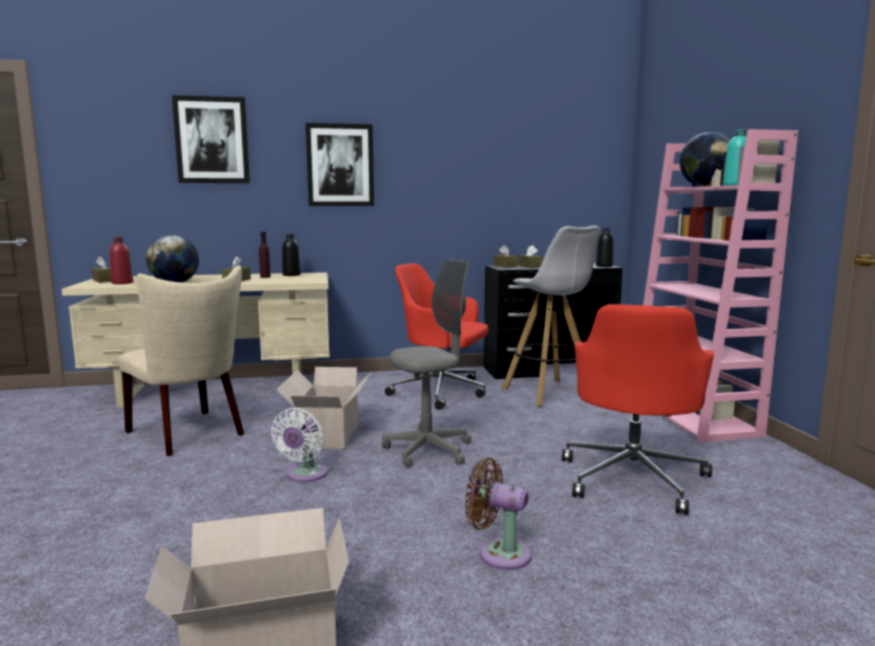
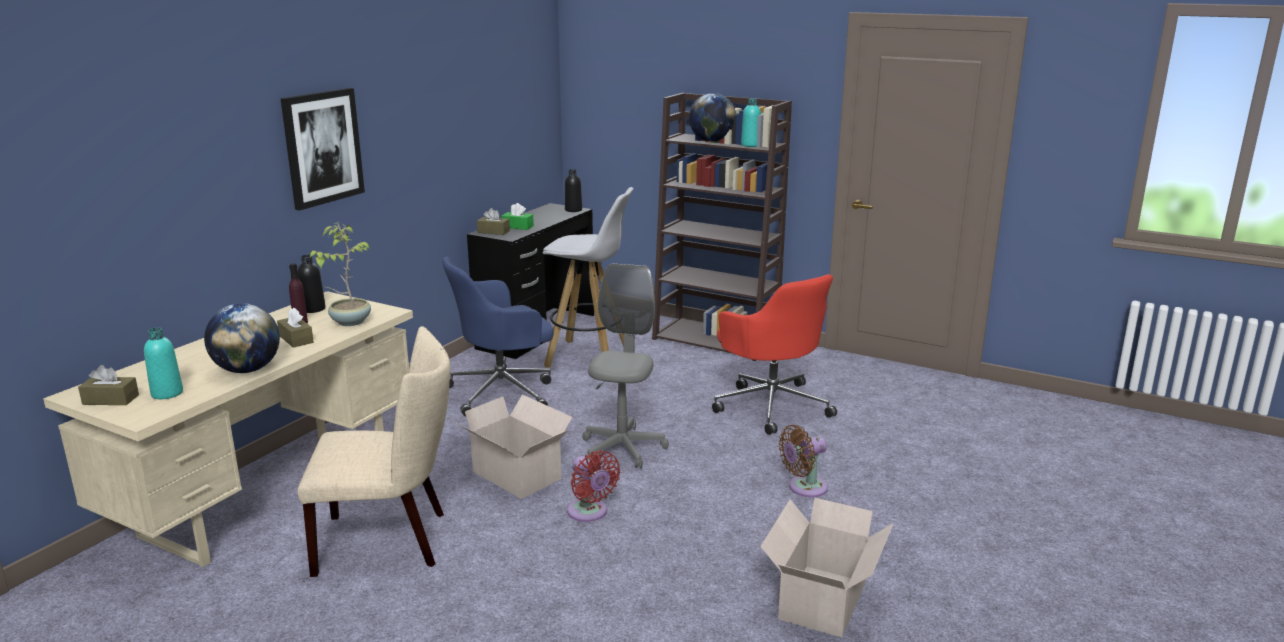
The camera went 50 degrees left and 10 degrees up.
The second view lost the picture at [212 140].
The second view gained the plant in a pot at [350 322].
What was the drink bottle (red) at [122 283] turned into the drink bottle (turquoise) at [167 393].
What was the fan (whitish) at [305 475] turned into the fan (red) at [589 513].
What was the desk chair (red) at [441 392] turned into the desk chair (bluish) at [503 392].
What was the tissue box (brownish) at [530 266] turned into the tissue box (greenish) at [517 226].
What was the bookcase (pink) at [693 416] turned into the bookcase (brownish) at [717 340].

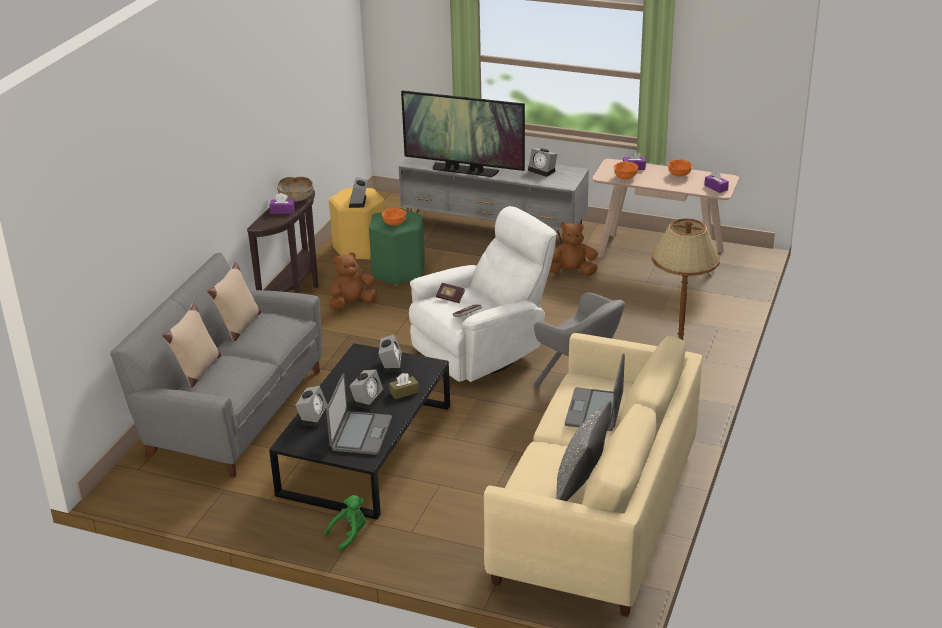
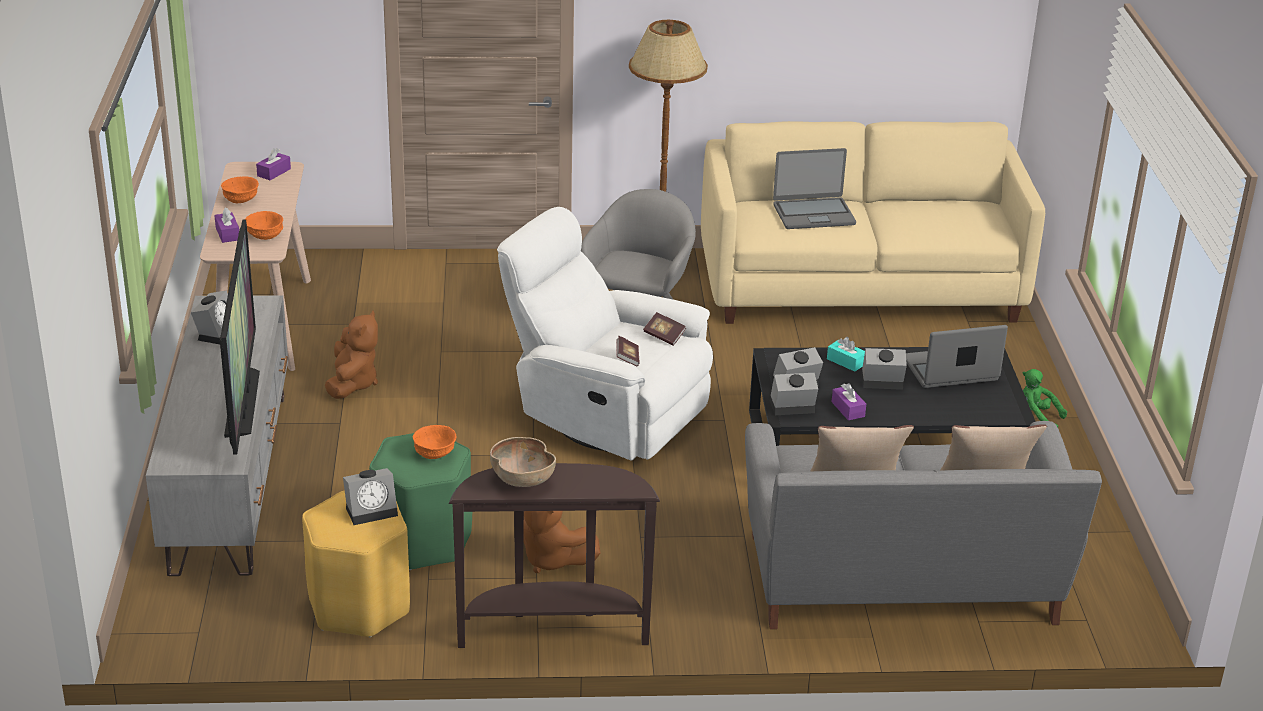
The camera went 115 degrees left and 0 degrees up.
The second view lost the throw pillow (grey) at [581 482].
The tissue box (purple) ended up elsewhere, having gone from [282 211] to [848 409].
The alarm clock ended up elsewhere, having gone from [314 416] to [791 408].
What was the tissue box (brownish) at [404 392] turned into the tissue box (turquoise) at [846 362].
The soft toy (brownish) at [571 272] ended up facing another way, 150 degrees counterclockwise from before.

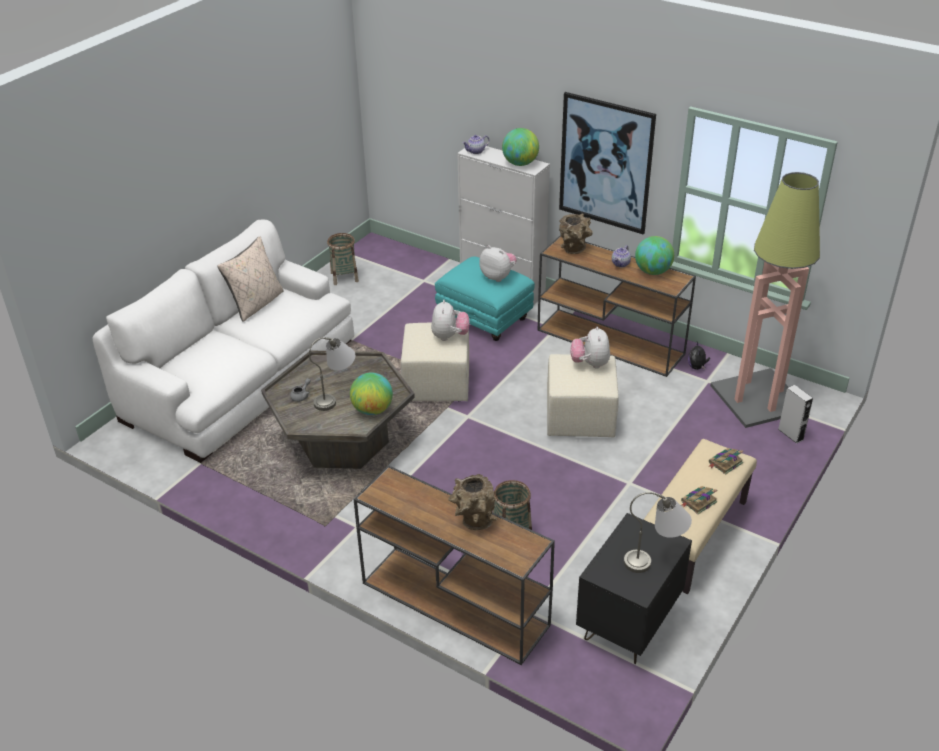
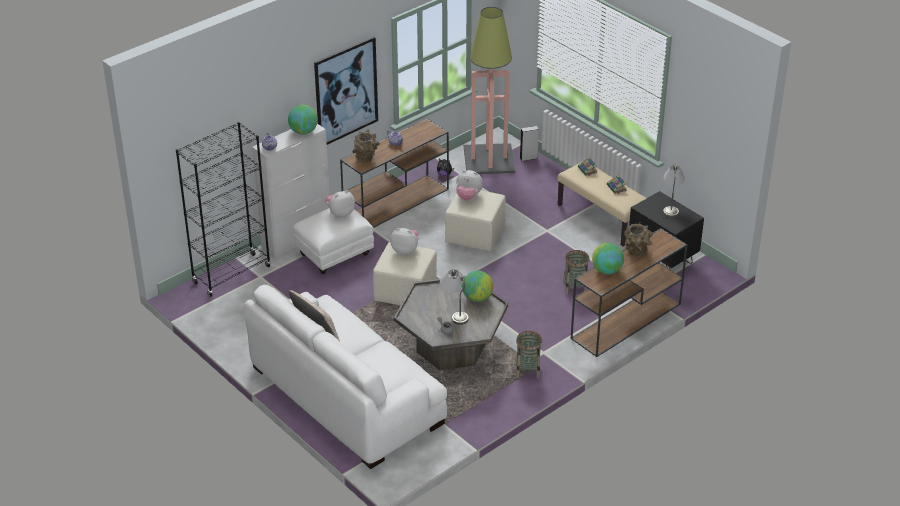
The camera went 75 degrees left and 0 degrees up.
The second view gained the bookcase (black-coloured) at [232 275].
The basket ended up elsewhere, having gone from [344 277] to [527 370].
The world globe ended up elsewhere, having gone from [652 271] to [607 271].
What was the ottoman (turquoise) at [484 319] turned into the ottoman (whitish) at [334 255].

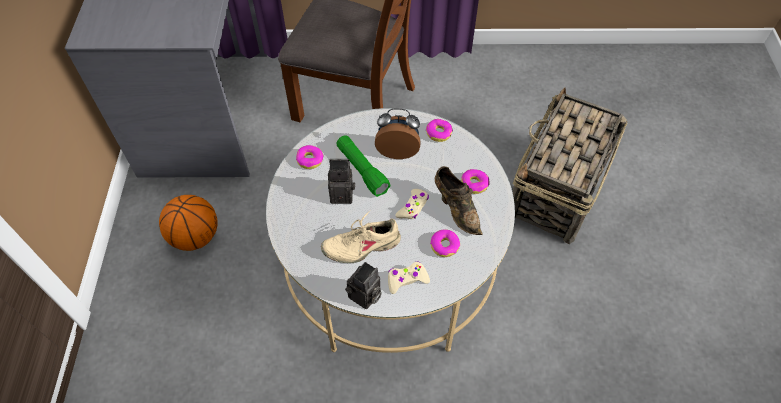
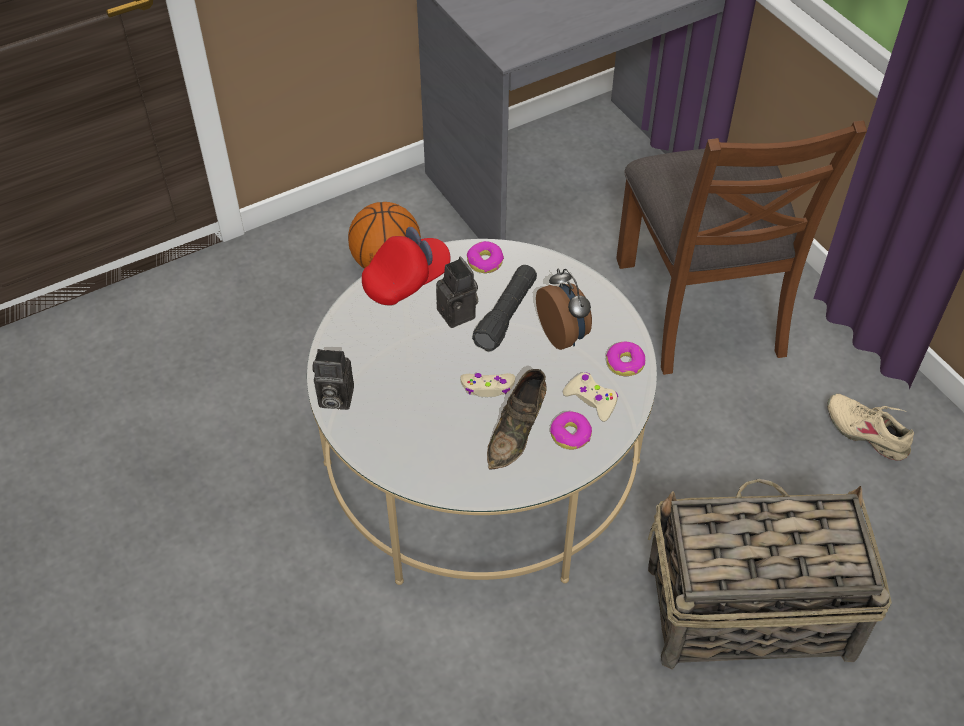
The camera went 60 degrees right and 5 degrees down.
The second view lost the ring doughnut at [444 245].
The second view gained the peaked cap (red) at [406 281].
The item of footwear (beige) ended up elsewhere, having gone from [361 245] to [866 432].
The gamepad (beige) ended up elsewhere, having gone from [407 279] to [591 400].
What was the torch (greenish) at [362 170] turned into the torch (black-coloured) at [506 315].

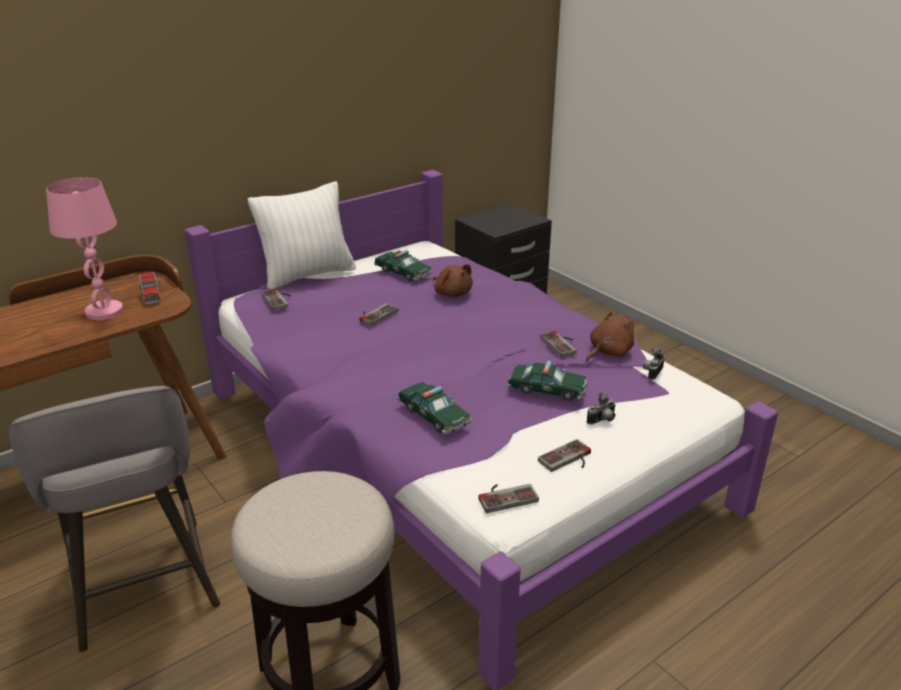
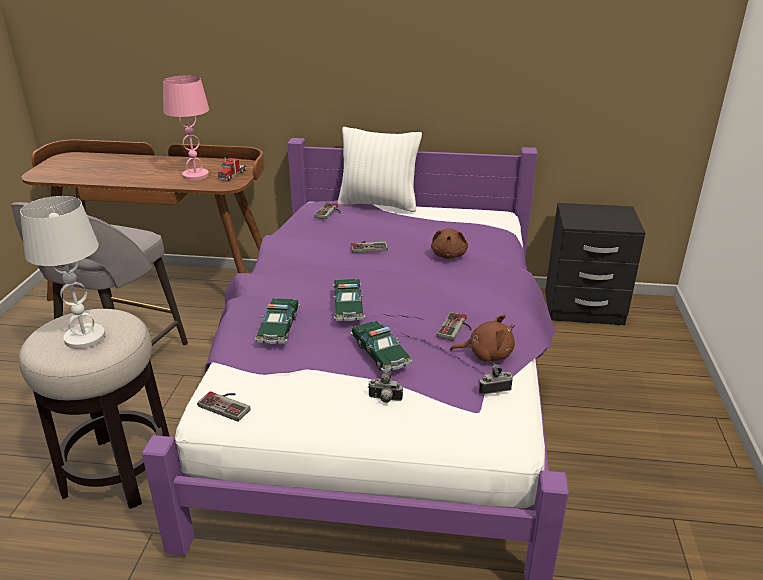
The camera went 45 degrees right and 0 degrees up.
The second view lost the gamepad at [568 460].
The second view gained the lamp for a table (whitish) at [84 338].
The toy car ended up elsewhere, having gone from [403 272] to [348 306].

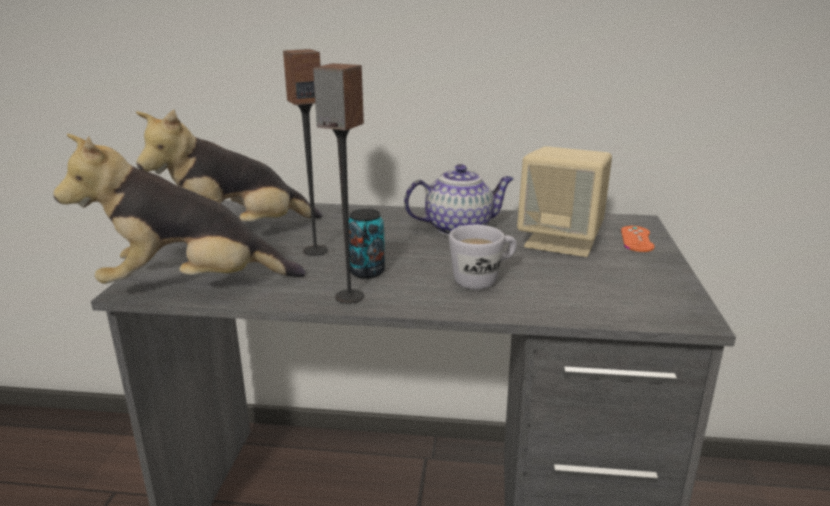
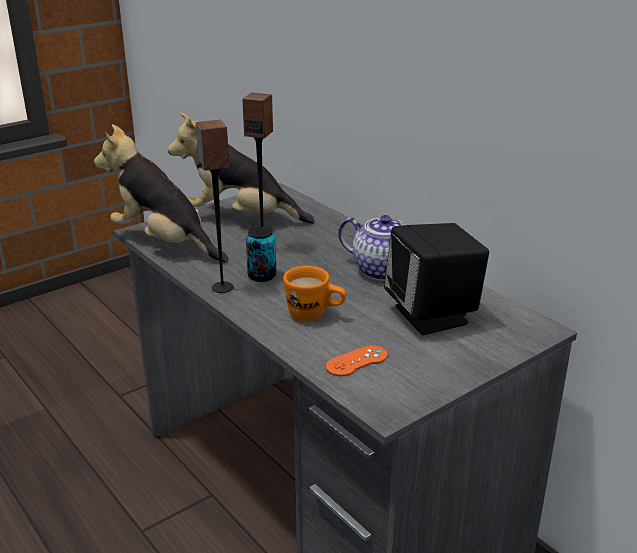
The camera went 45 degrees right and 5 degrees up.
The gamepad (orangey) ended up elsewhere, having gone from [637 239] to [356 361].
What was the coffee mug (whitish) at [483 280] turned into the coffee mug (orangey) at [315 315].
What was the loudspeaker (beige) at [561 242] turned into the loudspeaker (black-coloured) at [432 315].

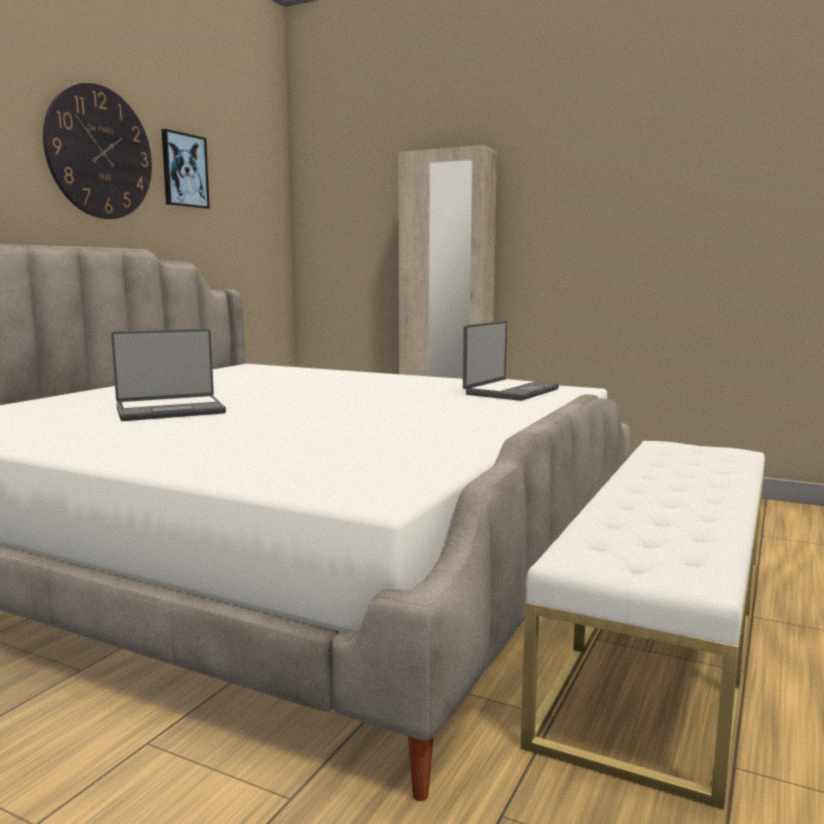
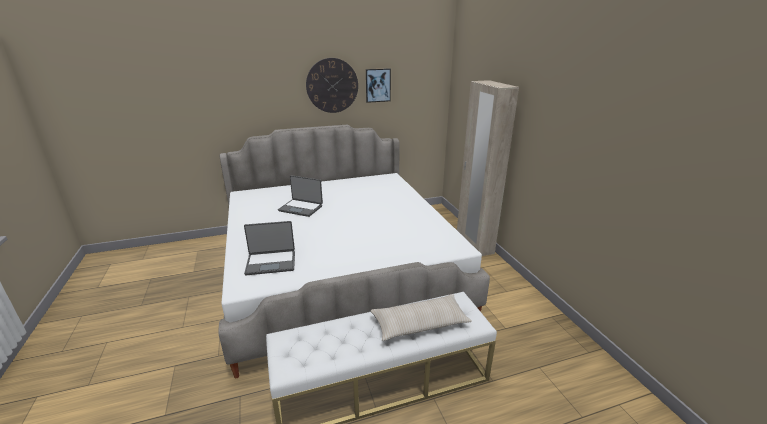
The camera went 45 degrees right and 15 degrees up.
The second view gained the throw pillow (beige) at [420 324].
The notebook computer ended up elsewhere, having gone from [509 392] to [271 262].

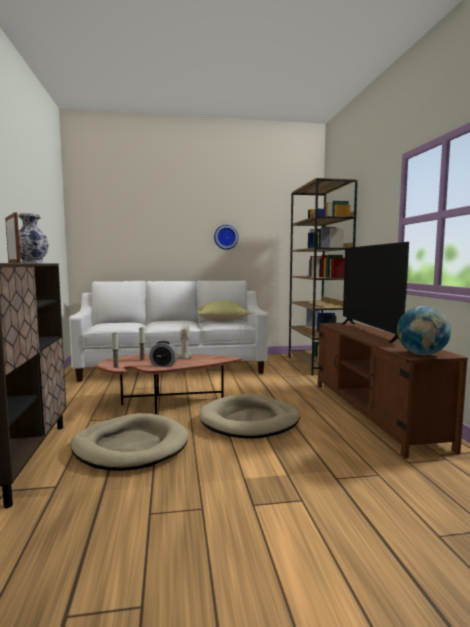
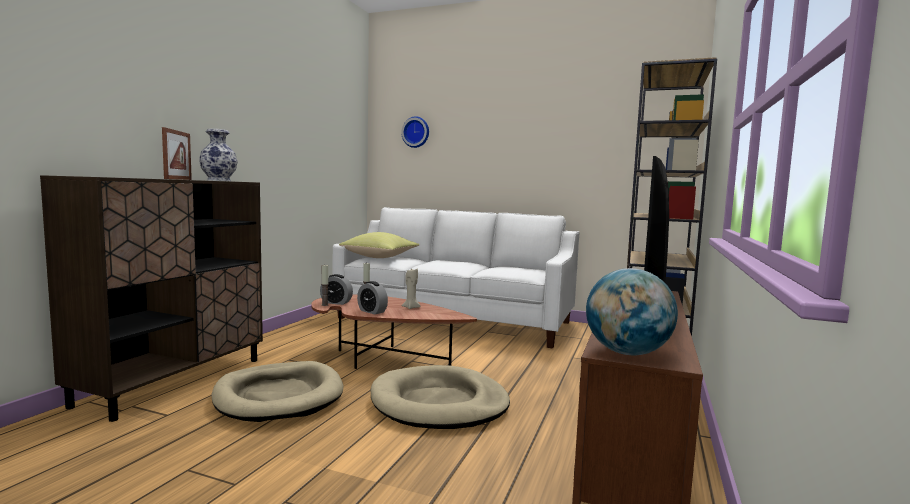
The camera went 30 degrees right and 0 degrees up.
The second view gained the alarm clock at [336 302].
The throw pillow (yellowish) ended up elsewhere, having gone from [223 321] to [380 257].
The wall clock ended up elsewhere, having gone from [225 237] to [416 132].

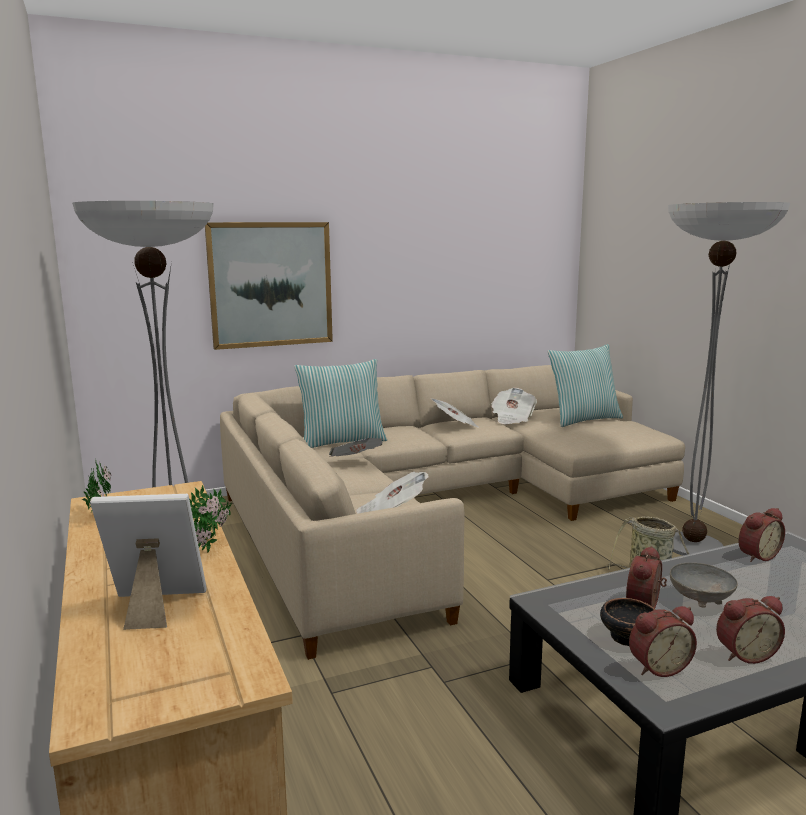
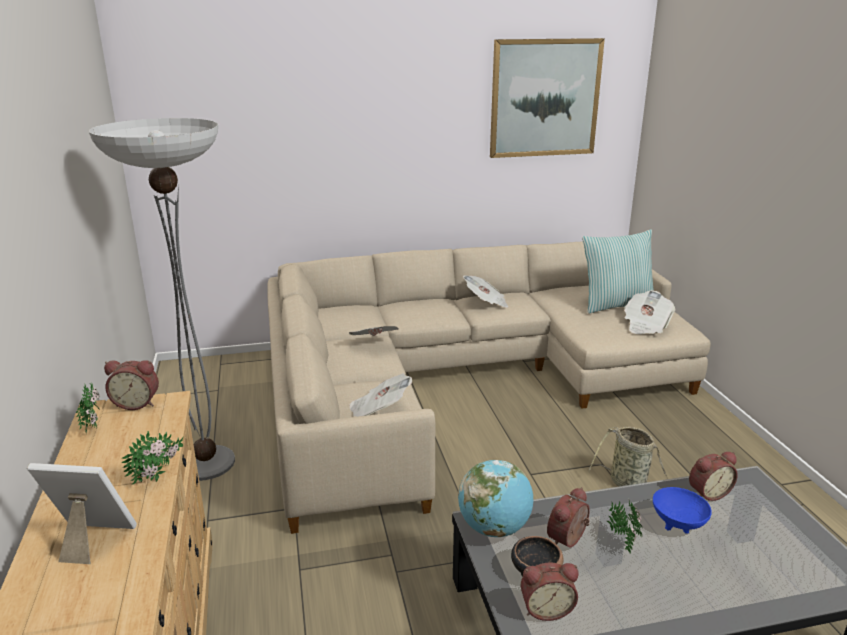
The camera went 10 degrees right and 10 degrees up.
The second view lost the throw pillow at [342 441].
The second view lost the standing lamp at [693 546].
The second view gained the world globe at [494 528].
The second view gained the deep dish (bluish) at [679 524].
The picture ended up elsewhere, having gone from [270 284] to [545 98].
The daily paper ended up elsewhere, having gone from [512 419] to [645 325].
The alarm clock ended up elsewhere, having gone from [744 653] to [137 403].
Where the deep dish (grey) stood at [699 601], the plant in a pot came to stand at [622 540].

